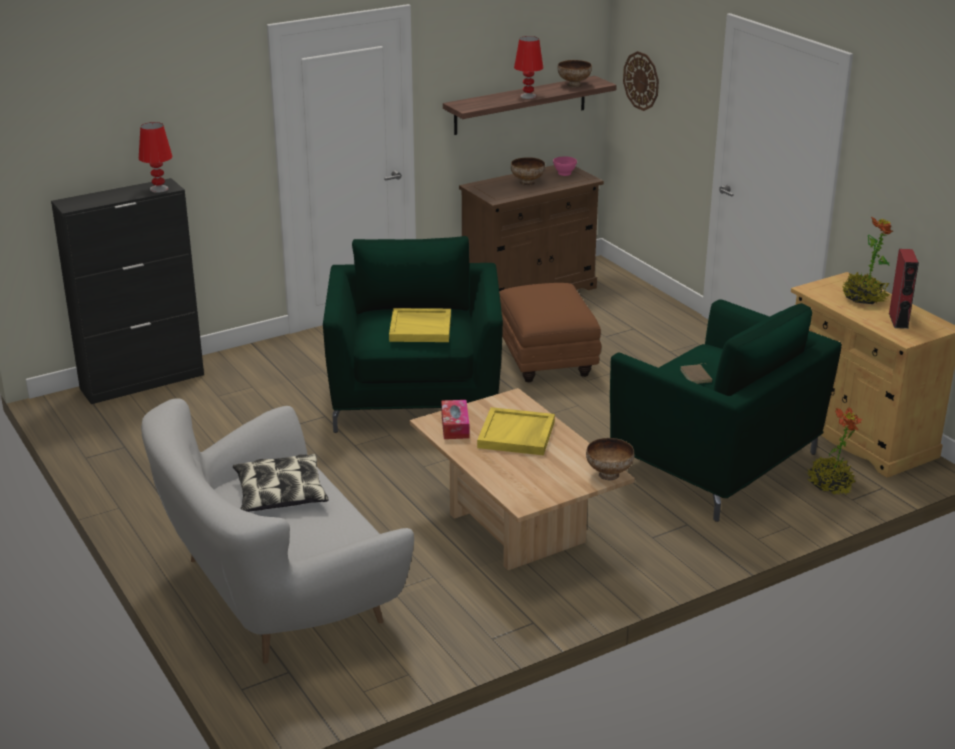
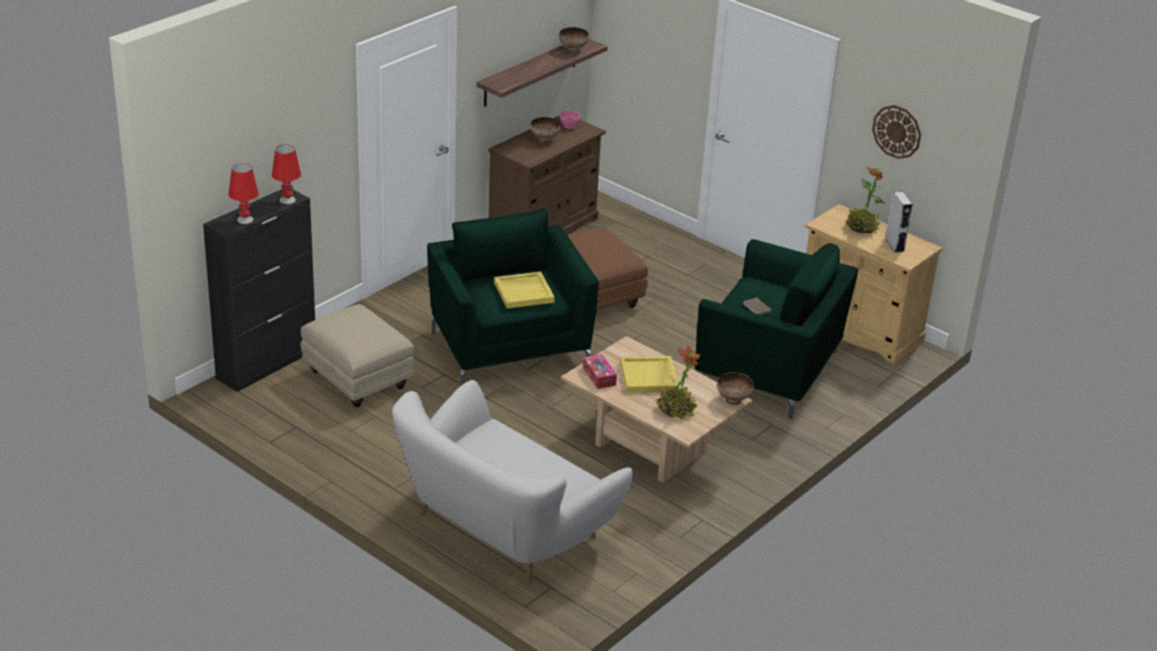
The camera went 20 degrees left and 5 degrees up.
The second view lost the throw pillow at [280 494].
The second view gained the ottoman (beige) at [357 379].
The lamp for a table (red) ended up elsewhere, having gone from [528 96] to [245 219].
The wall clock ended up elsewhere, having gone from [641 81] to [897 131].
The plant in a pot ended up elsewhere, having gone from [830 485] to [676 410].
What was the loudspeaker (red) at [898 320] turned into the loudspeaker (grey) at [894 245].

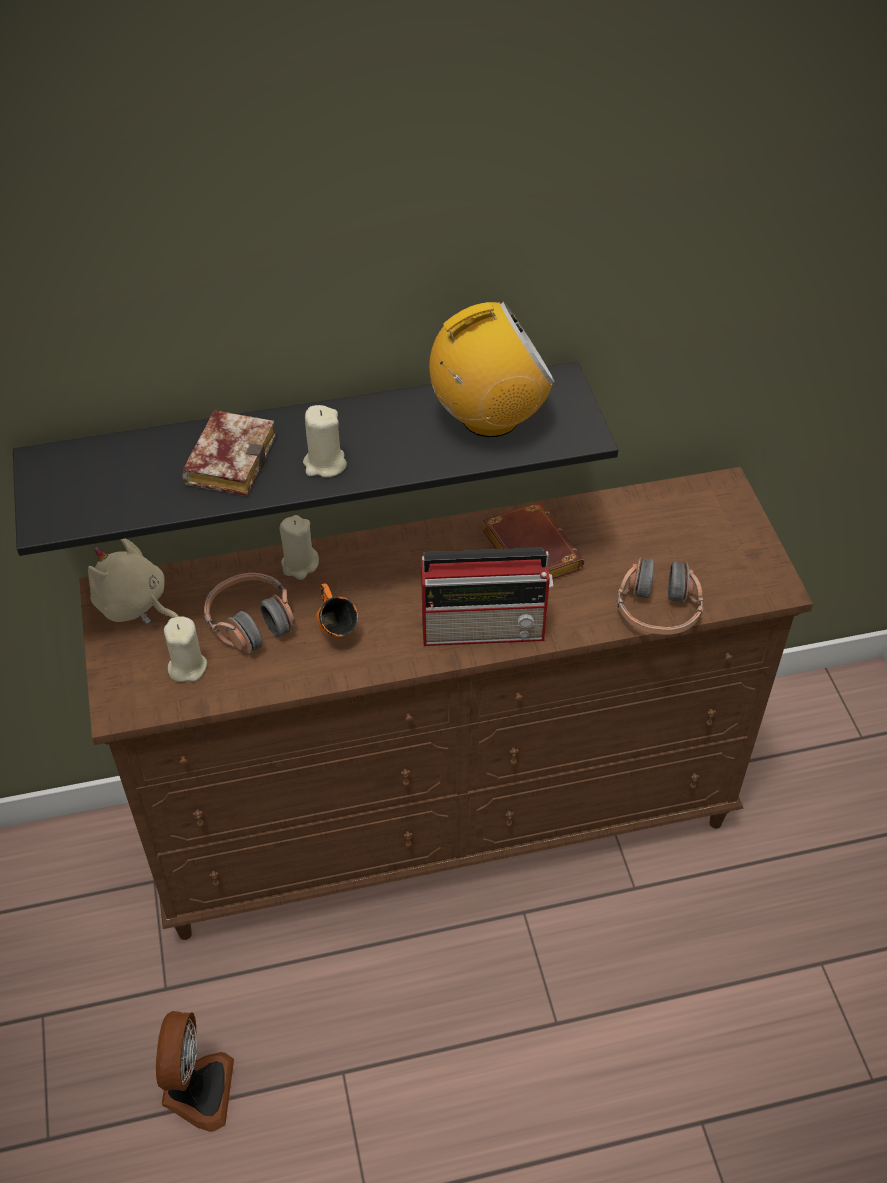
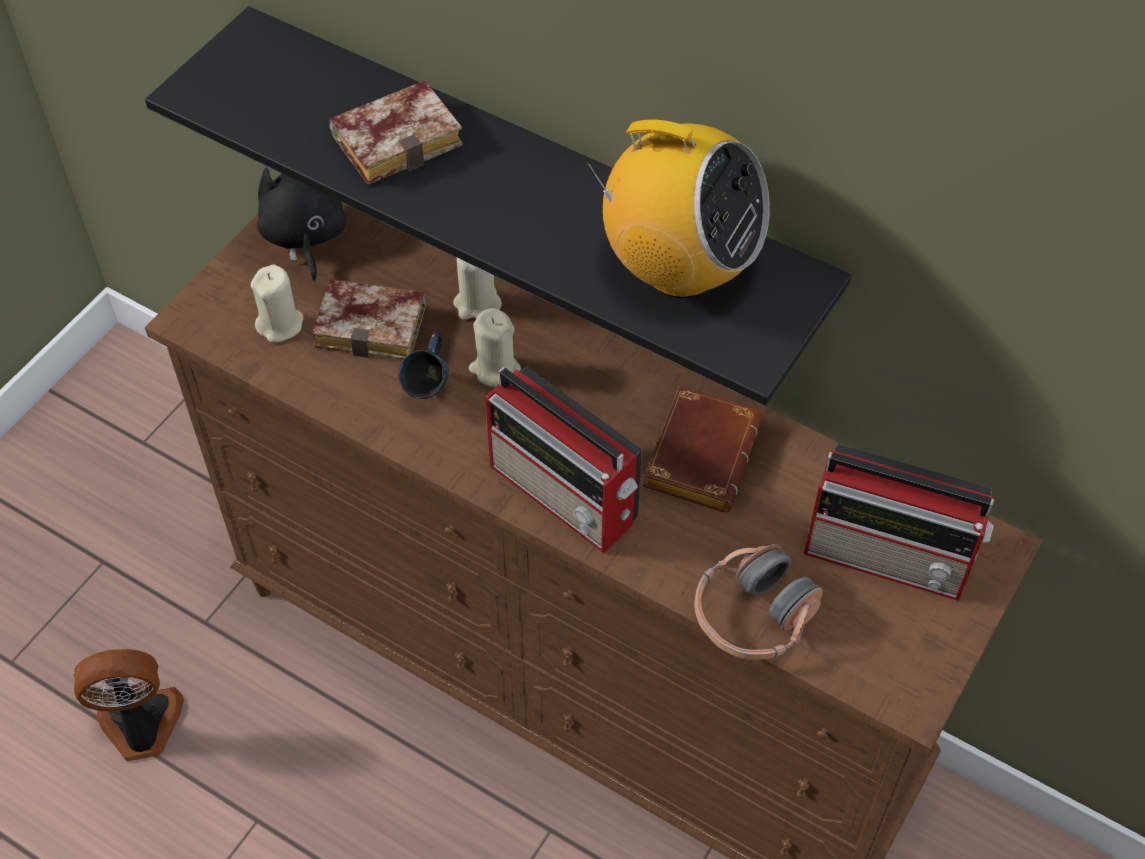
The camera went 45 degrees right and 5 degrees up.
The second view gained the radio set at [890 557].
The wax candle (beige) ended up elsewhere, having gone from [324 464] to [495 369].
Where the headset stood at [251 622], the volume came to stand at [376 325].
What was the soft toy (beige) at [135 605] turned into the soft toy (black-coloured) at [304 237].
What was the coffee mug (orangey) at [335 633] turned into the coffee mug (bluish) at [430 392].
The fan at [196 1090] ended up facing another way, 150 degrees counterclockwise from before.

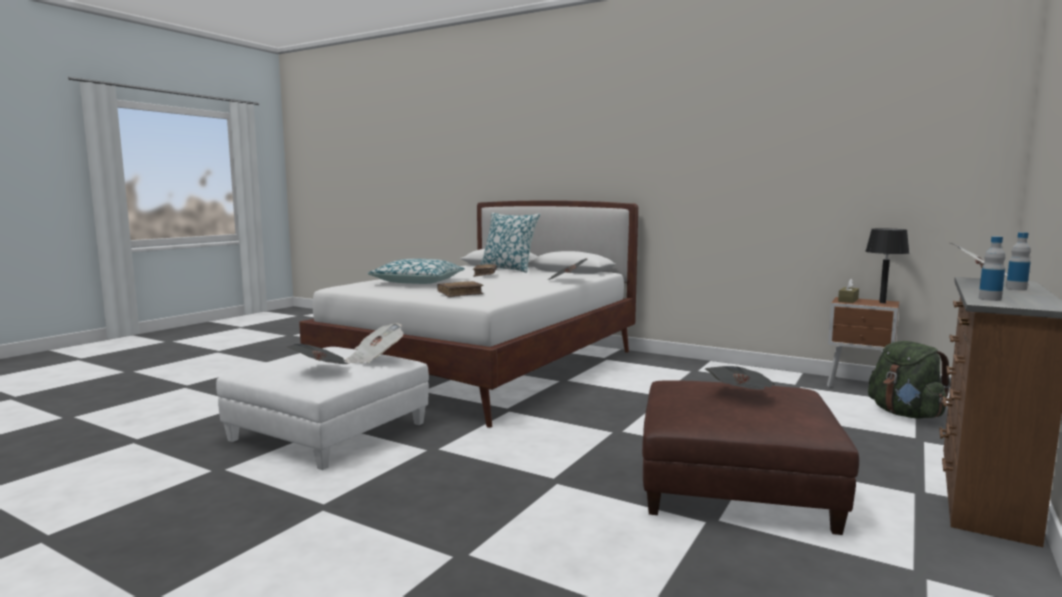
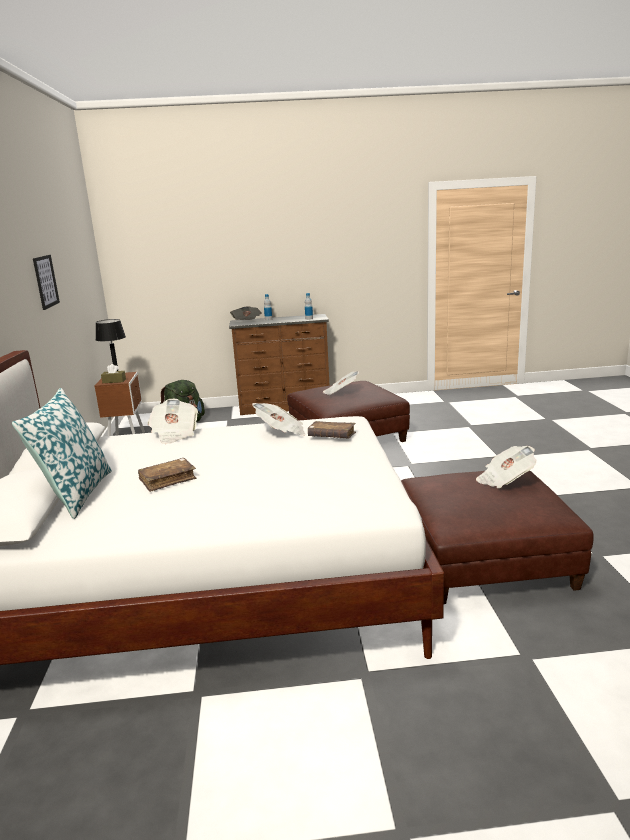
The camera went 125 degrees left and 10 degrees up.
The second view lost the throw pillow at [418 282].
The second view gained the picture at [45 281].
The daily paper ended up elsewhere, having gone from [375 358] to [281 432].
What was the ottoman (whitish) at [330 431] turned into the ottoman (brownish) at [483 558].

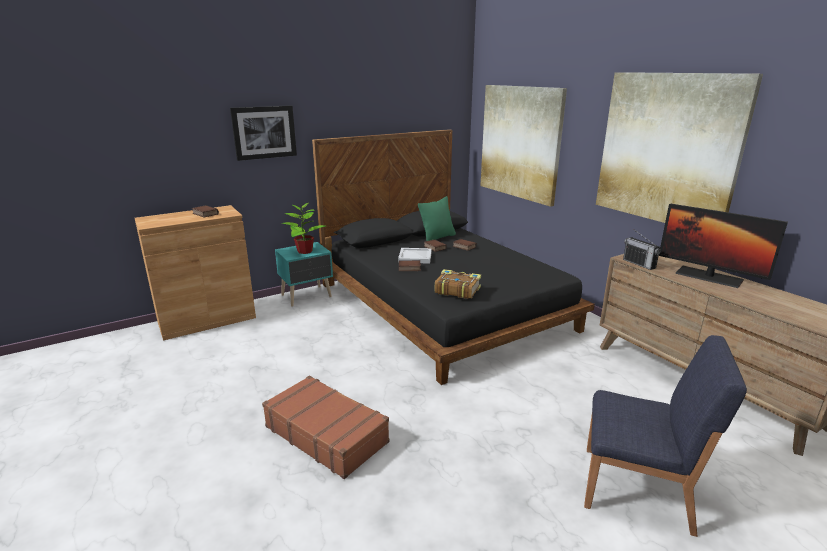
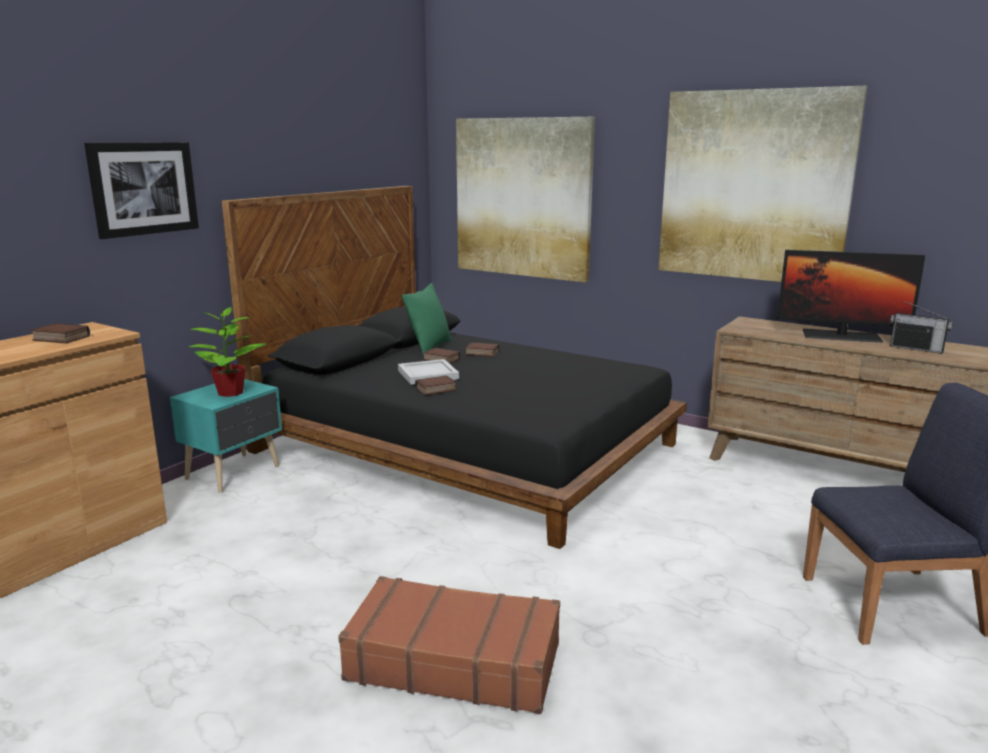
The camera went 25 degrees left and 5 degrees down.
The second view lost the volume at [457 290].
The radio set ended up elsewhere, having gone from [639 264] to [916 348].

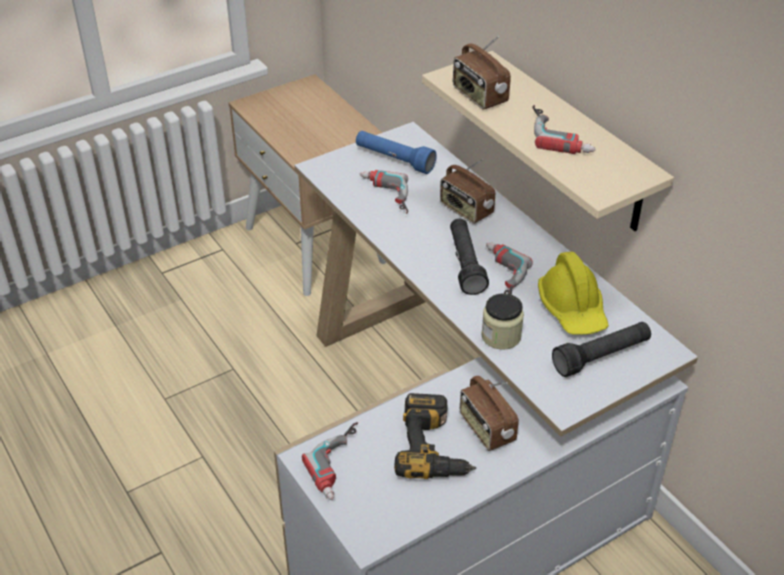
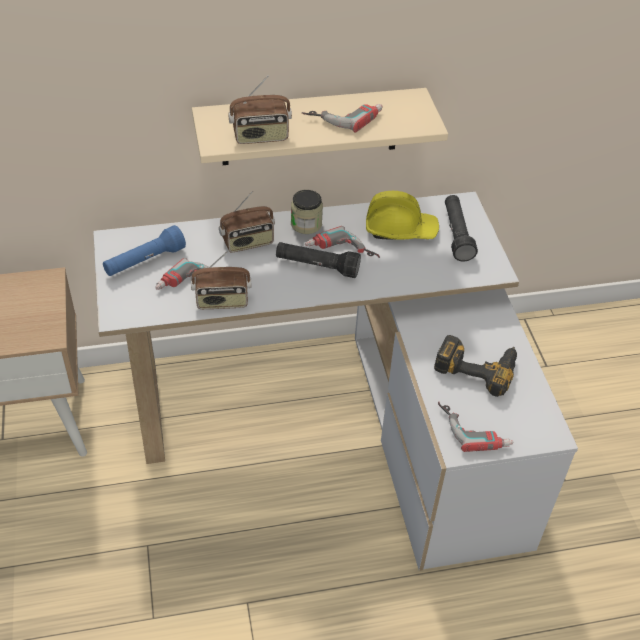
The camera went 70 degrees left and 5 degrees up.
The radio set ended up elsewhere, having gone from [486 429] to [222 301].
The preserve jar ended up elsewhere, having gone from [501 336] to [306 224].

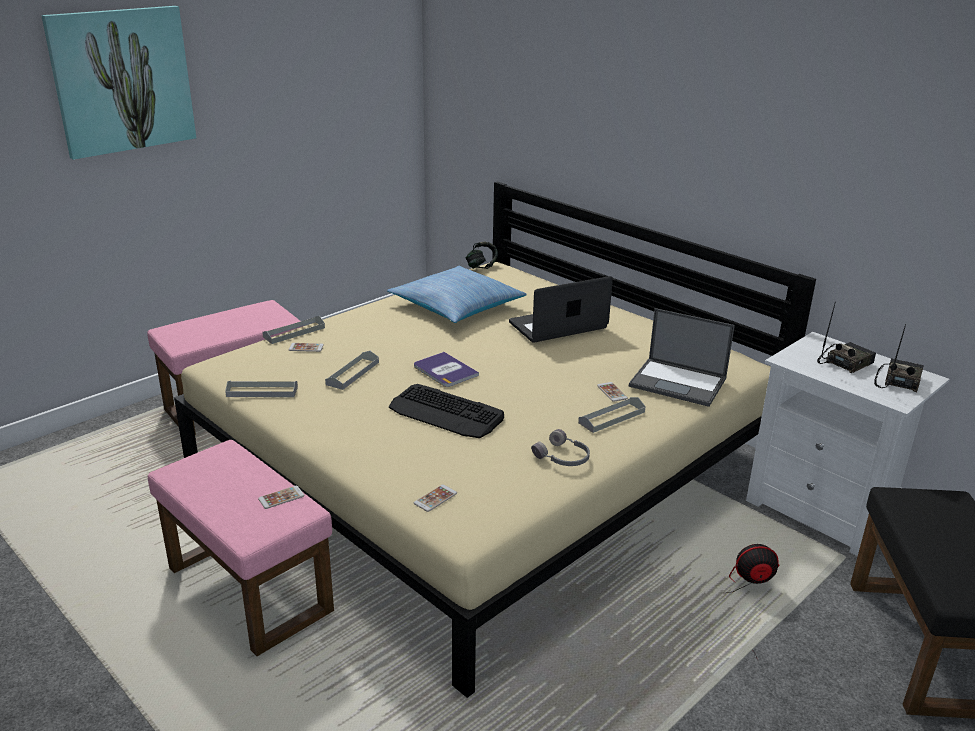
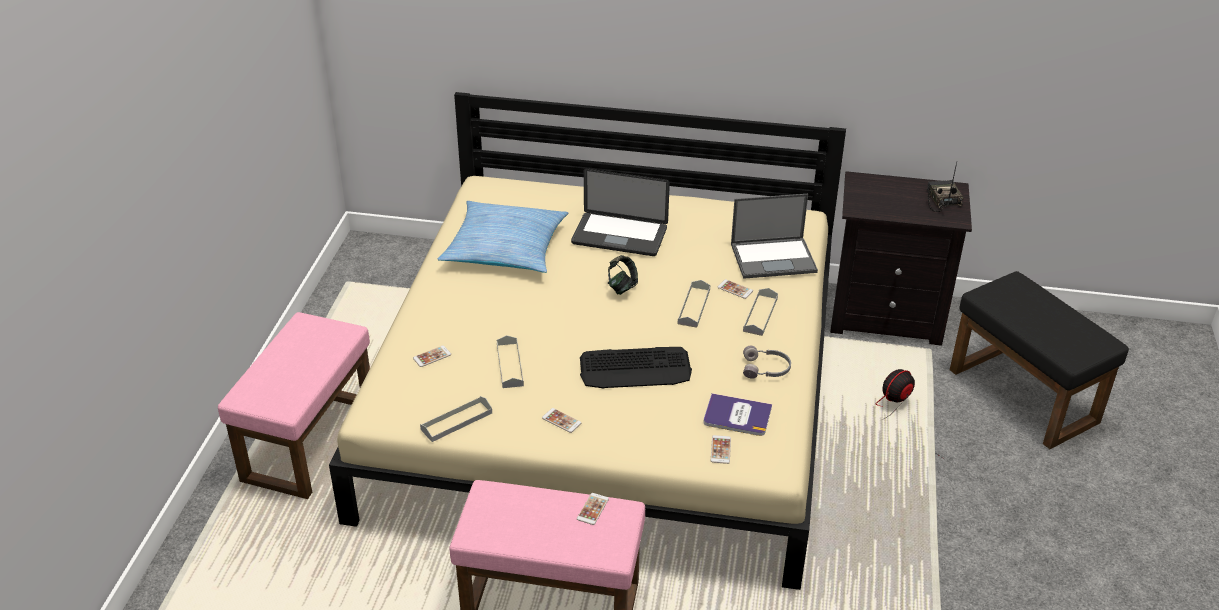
The camera went 35 degrees left and 10 degrees up.
The second view lost the picture at [123 80].
The second view lost the radio set at [844 362].
The second view gained the telephone at [561 420].
The tray (grey) ended up elsewhere, having gone from [294 332] to [694 306].
The volume ended up elsewhere, having gone from [445 370] to [737 416].
The headset ended up elsewhere, having gone from [481 266] to [622 287].
What was the night table (whitish) at [824 511] turned into the night table (black-coloured) at [887 316].
The notebook computer at [558 326] ended up facing another way, 105 degrees counterclockwise from before.

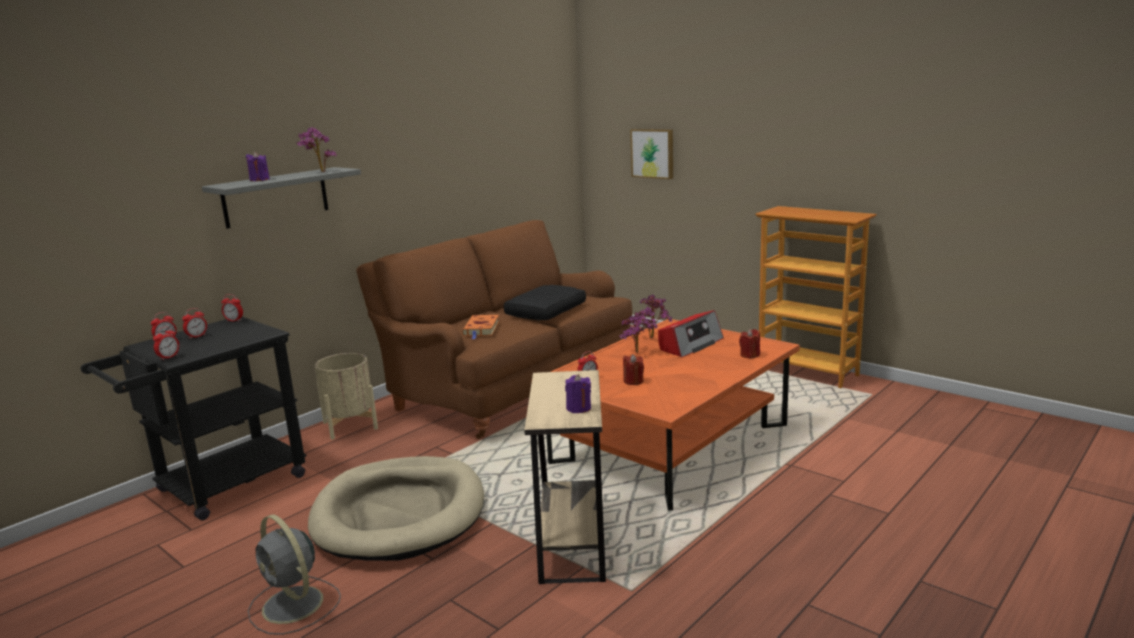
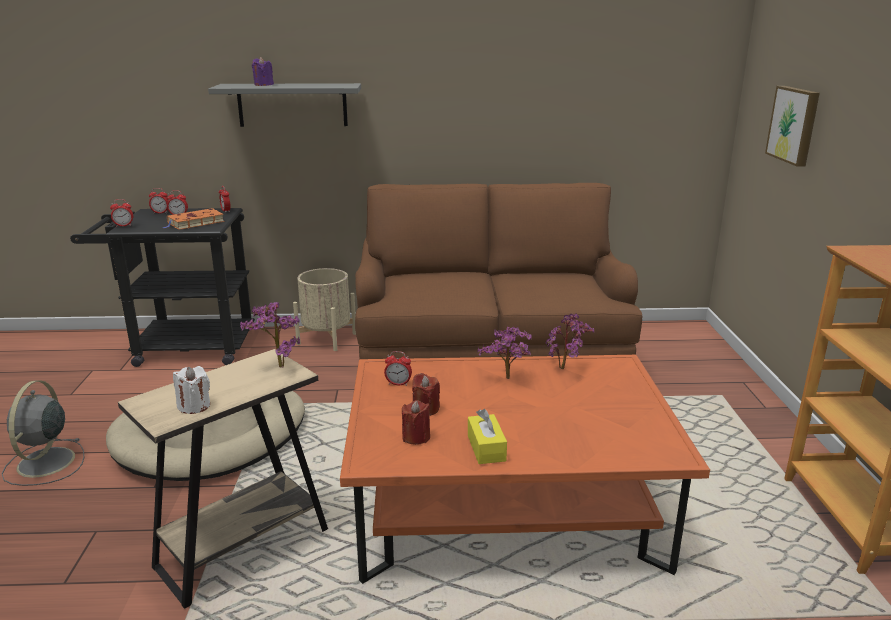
The camera went 45 degrees right and 5 degrees up.
The second view lost the throw pillow (black-coloured) at [545 311].
The second view lost the radio set at [690 344].
The second view gained the tissue box (yellowish) at [486 448].
The plant in a pot ended up elsewhere, having gone from [319 172] to [276 366].
The volume (orangey) ended up elsewhere, having gone from [481 329] to [194 223].
The wax candle (red) ended up elsewhere, having gone from [749 355] to [416 437].
What was the wax candle (purple) at [578 408] turned into the wax candle (whitish) at [194 406].

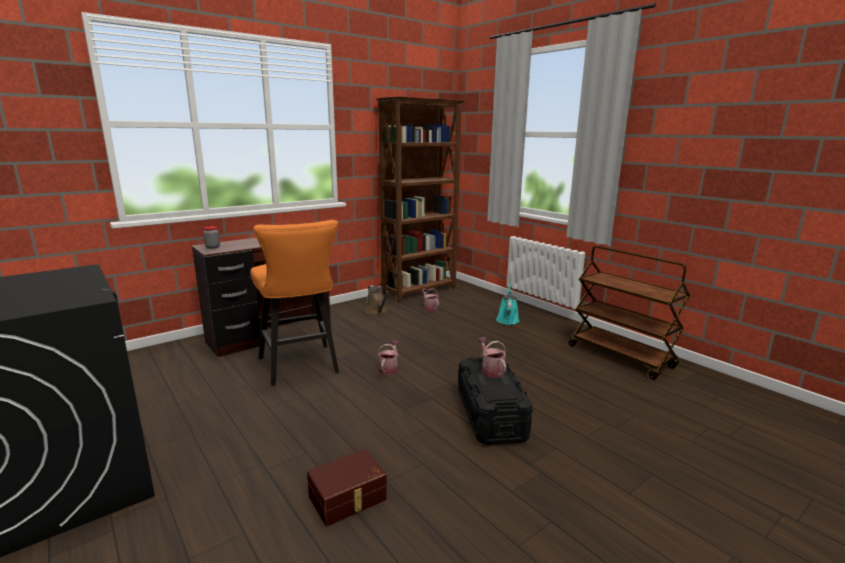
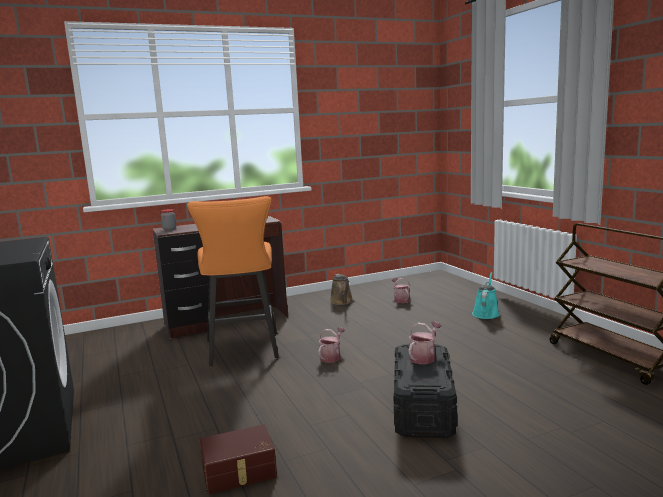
The camera went 15 degrees right and 5 degrees down.
The second view lost the bookcase (brownish) at [420 291].
The watering can at [491 370] ended up facing another way, 45 degrees clockwise from before.

